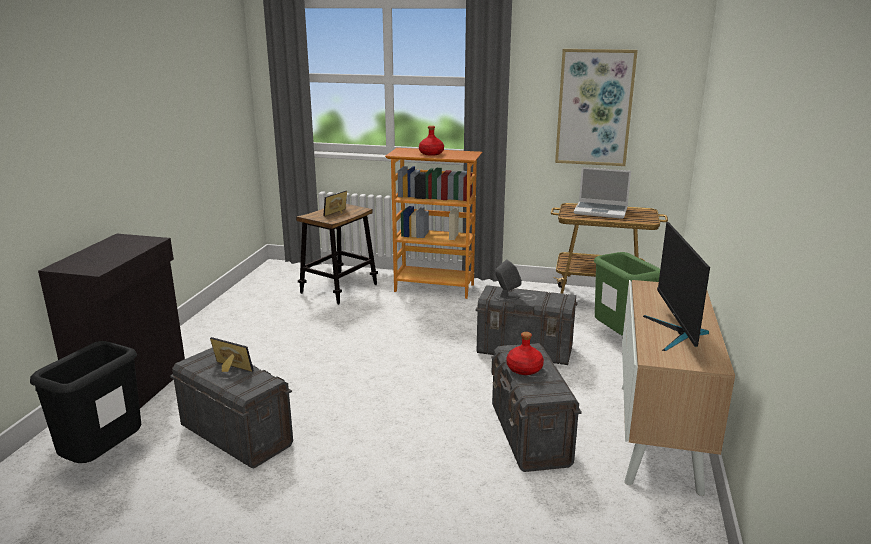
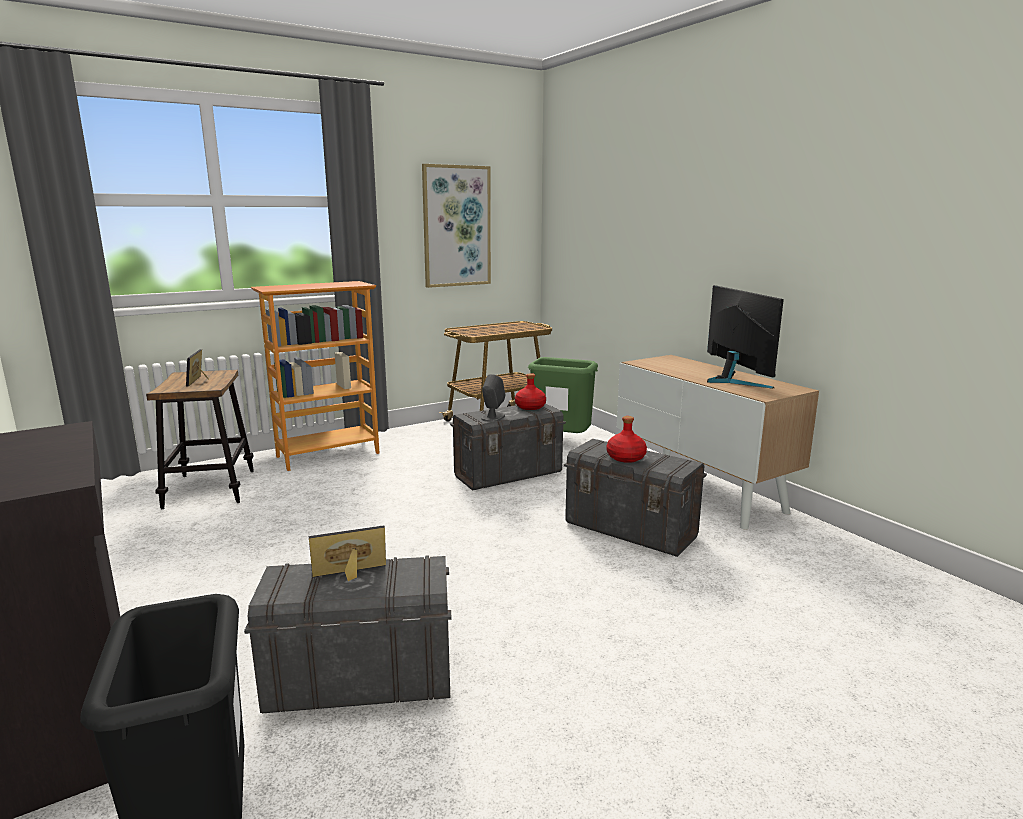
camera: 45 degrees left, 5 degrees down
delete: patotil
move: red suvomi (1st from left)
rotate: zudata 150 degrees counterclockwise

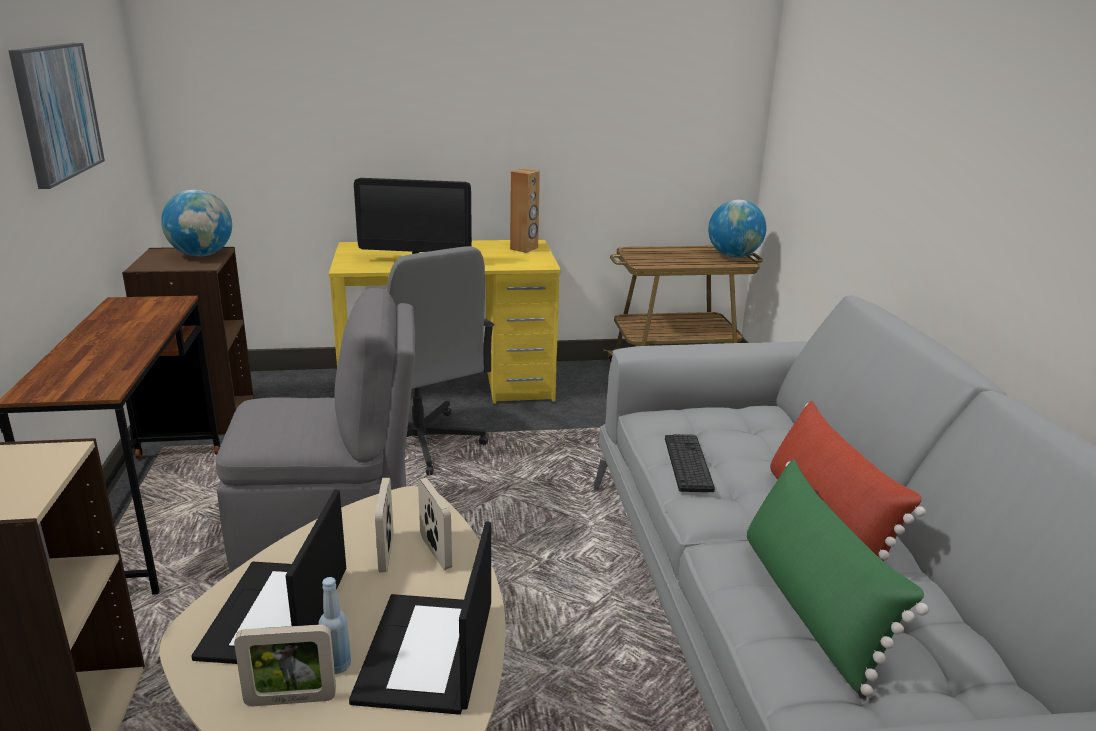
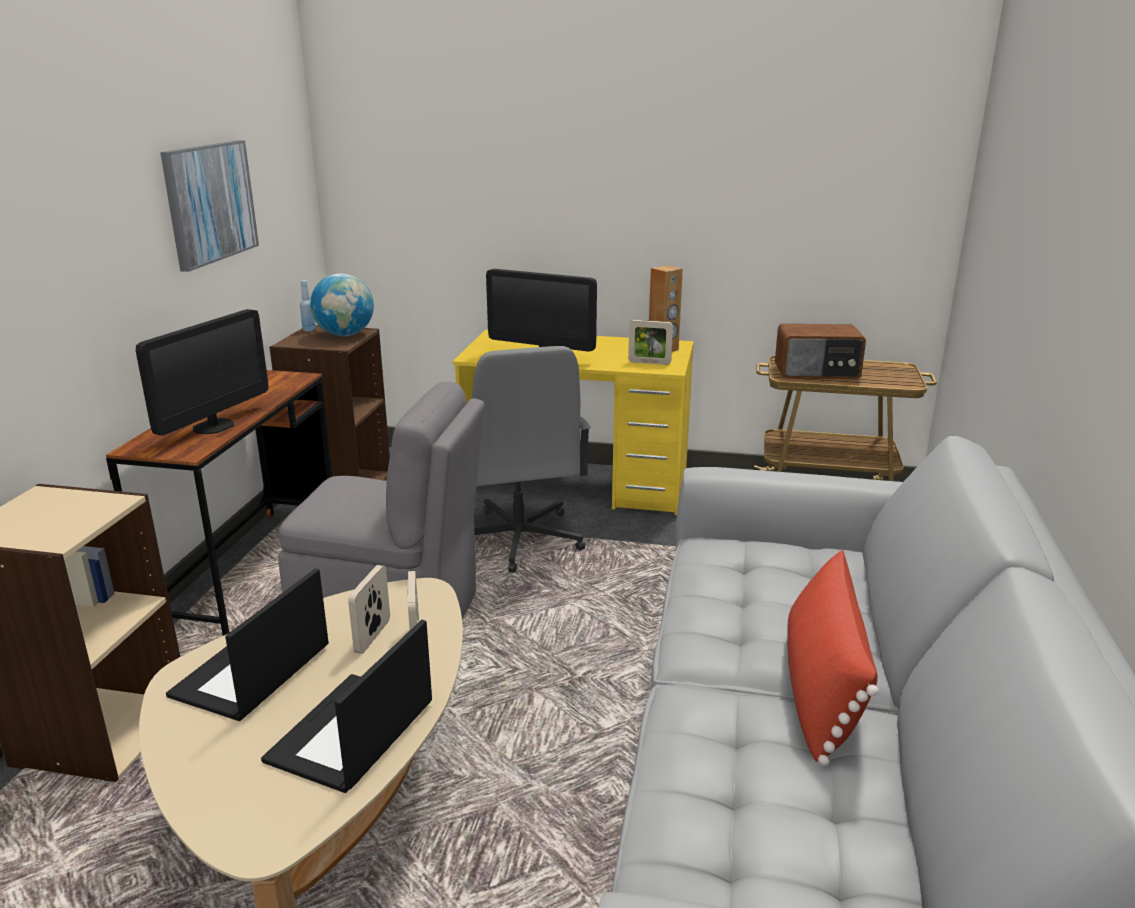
camera: 20 degrees right, 0 degrees up
delete: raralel; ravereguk (2nd from left); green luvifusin
insert: zudata (1st from left); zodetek
move: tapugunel (1st from left in the first image) to tapugunel (3rd from left); blue suvomi

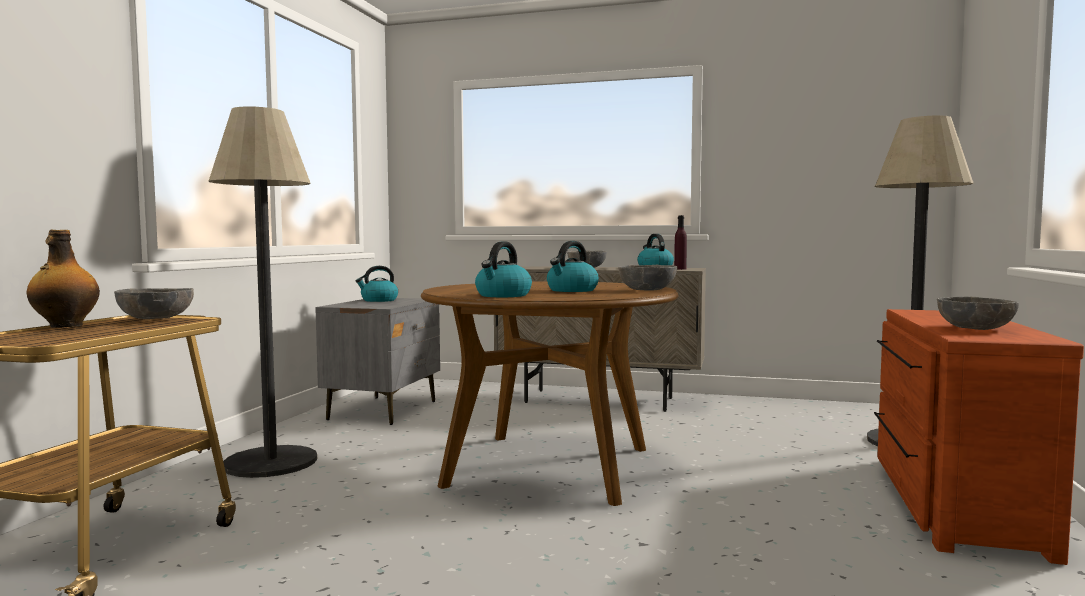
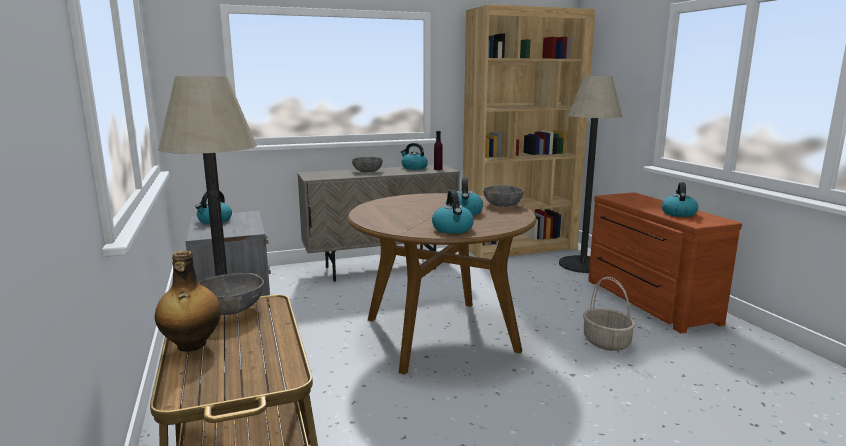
camera: 35 degrees left, 10 degrees up
insert: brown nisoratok; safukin
replace: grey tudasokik (4th from left) to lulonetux (5th from left)

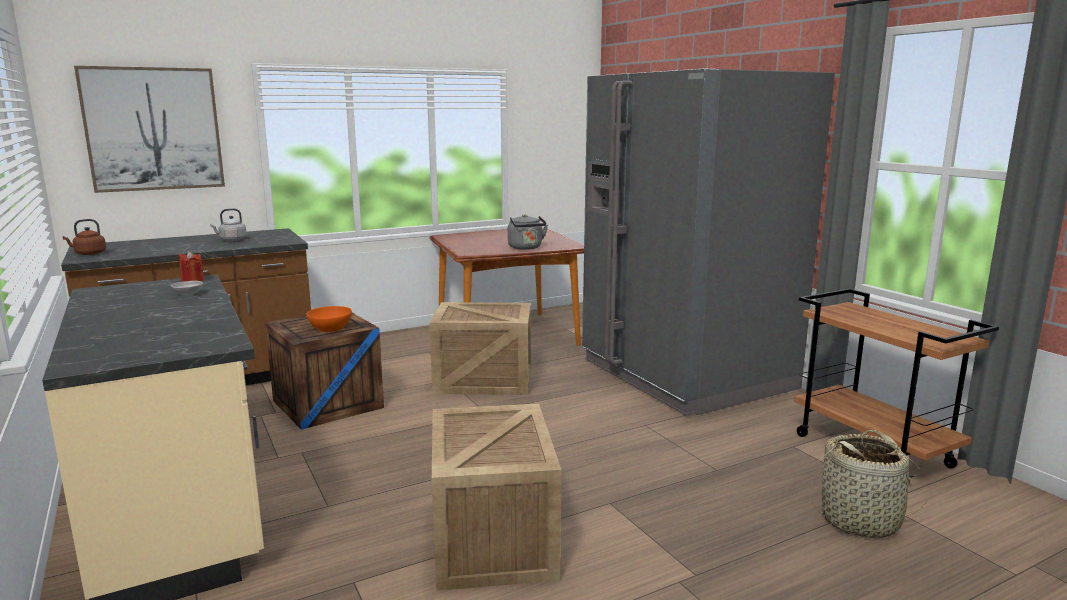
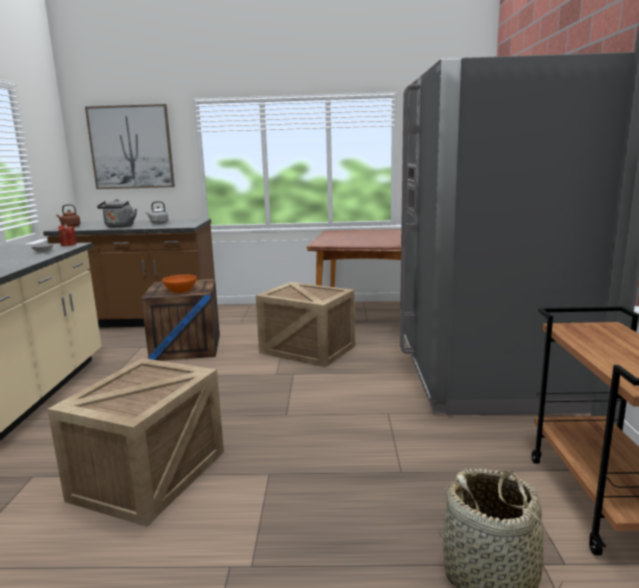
camera: 30 degrees right, 0 degrees up
move: grey lulonetux (2nd from left in the first image) to grey lulonetux (1st from left)

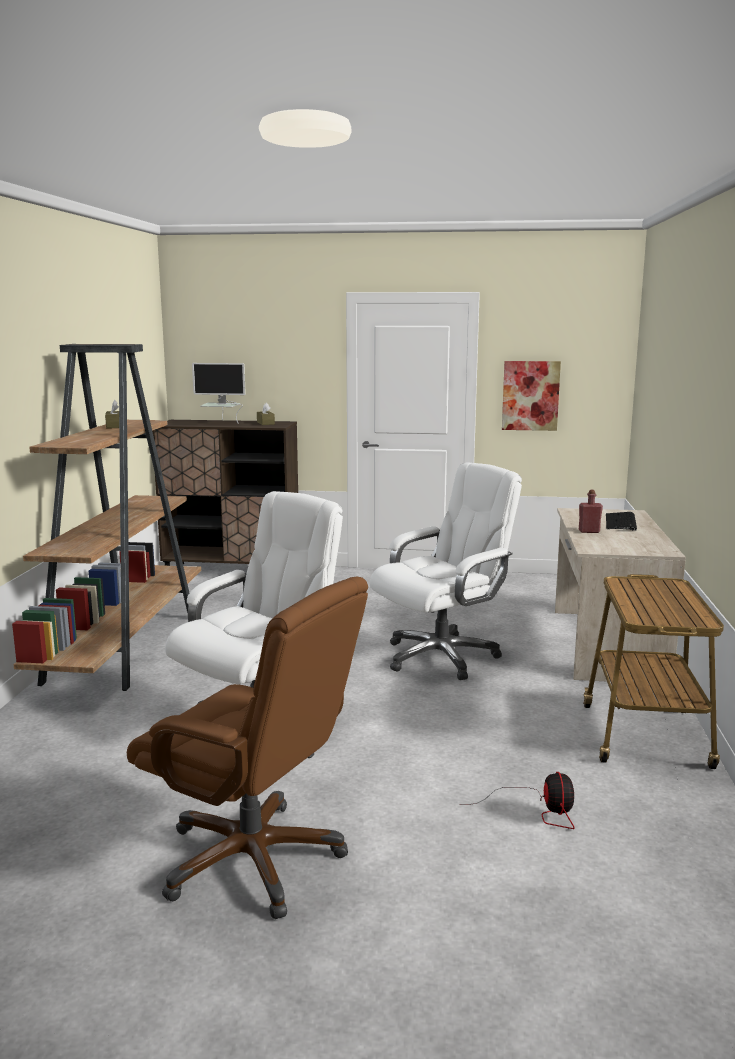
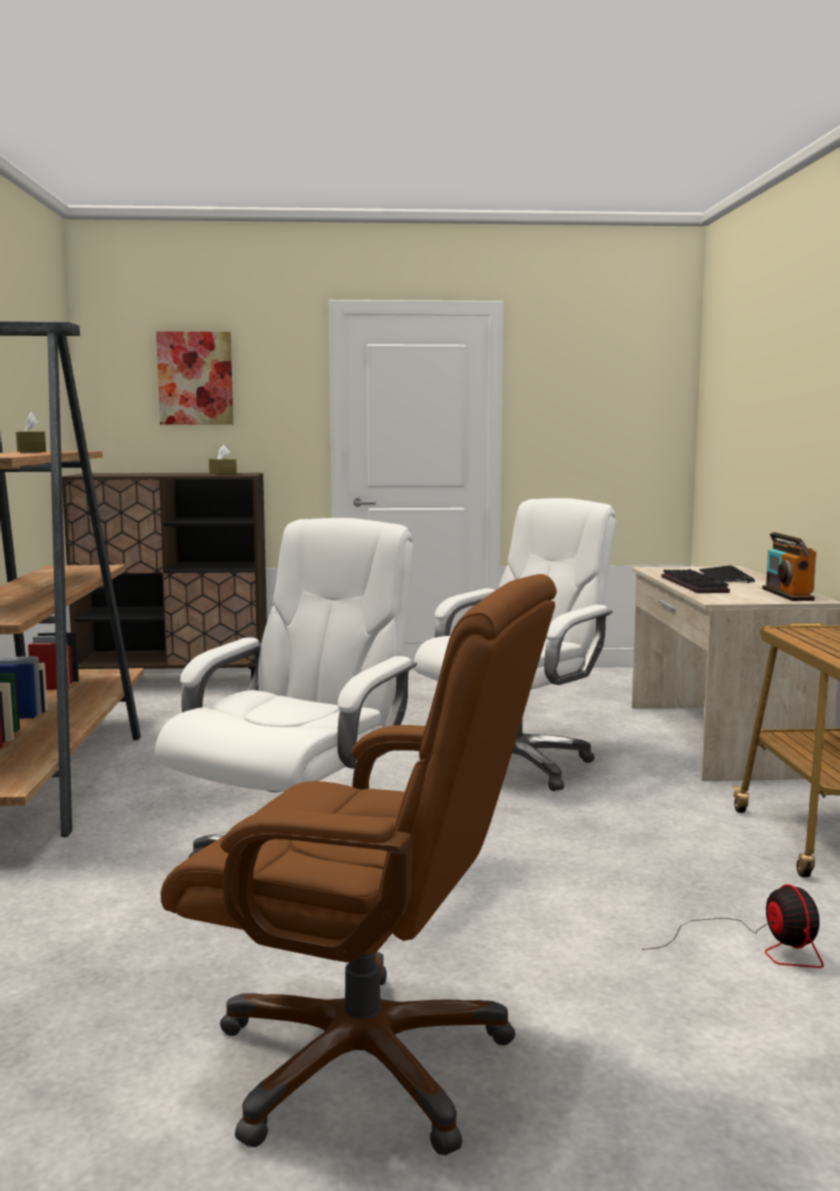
camera: 10 degrees left, 5 degrees down
delete: zudata
insert: zodetek
move: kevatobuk
replace: red suvomi to raralel (1st from left)

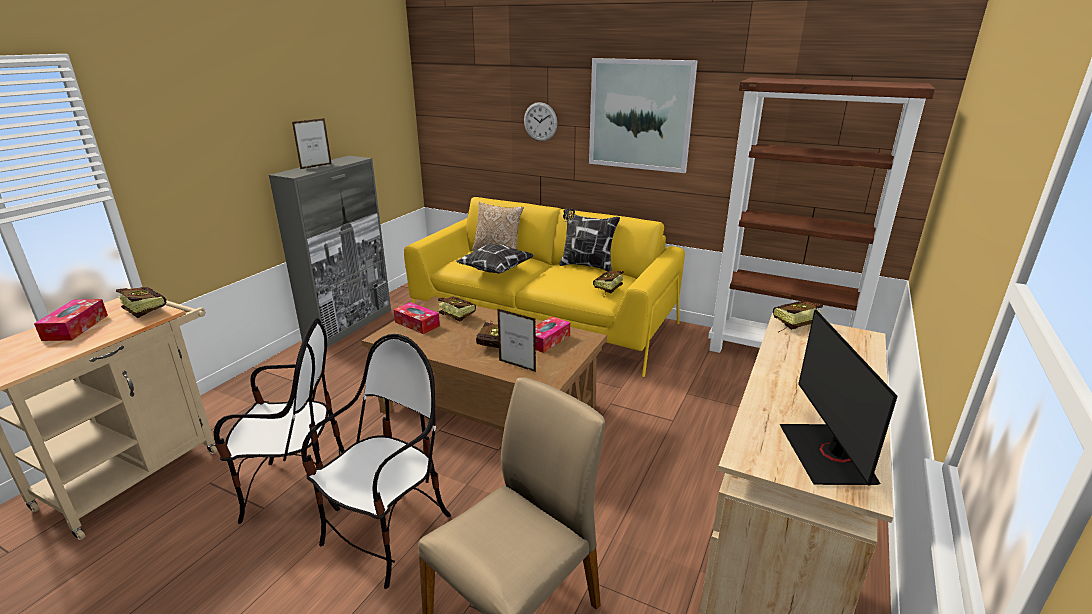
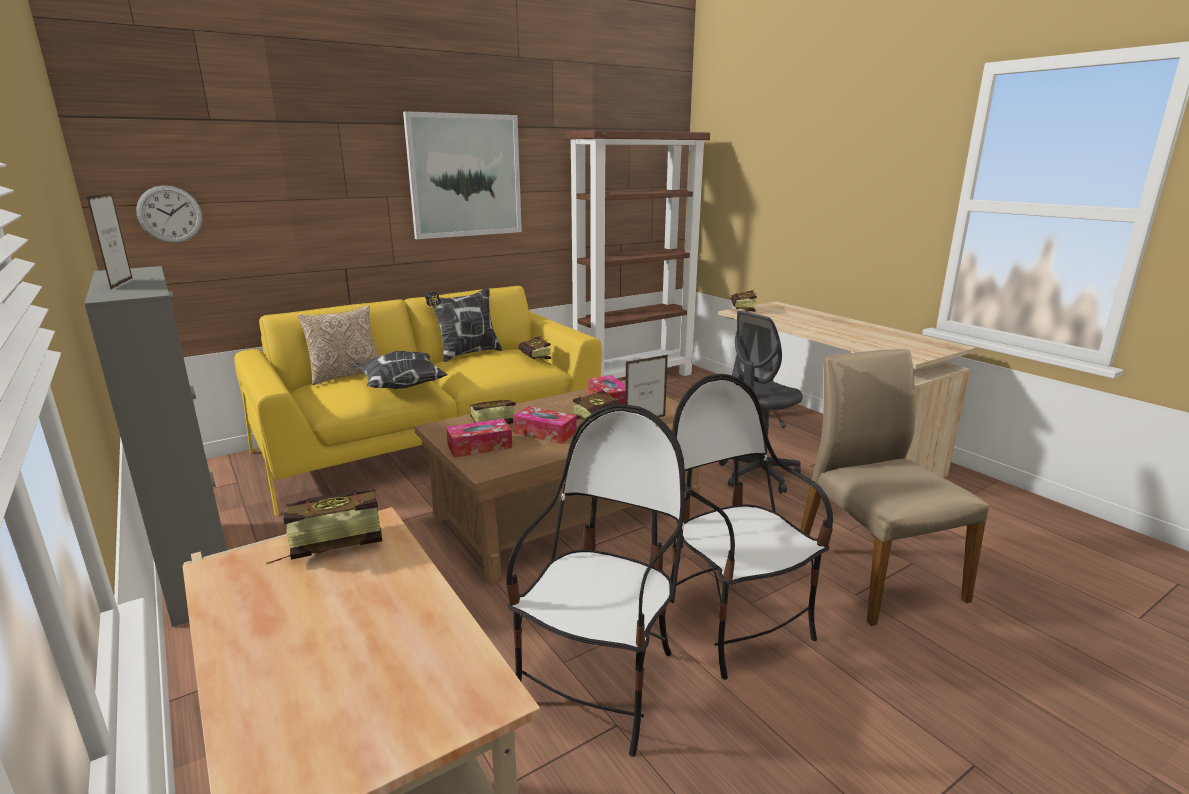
camera: 60 degrees left, 5 degrees down
delete: zudata
insert: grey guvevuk
move: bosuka (1st from left in the first image) to bosuka (2nd from left); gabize

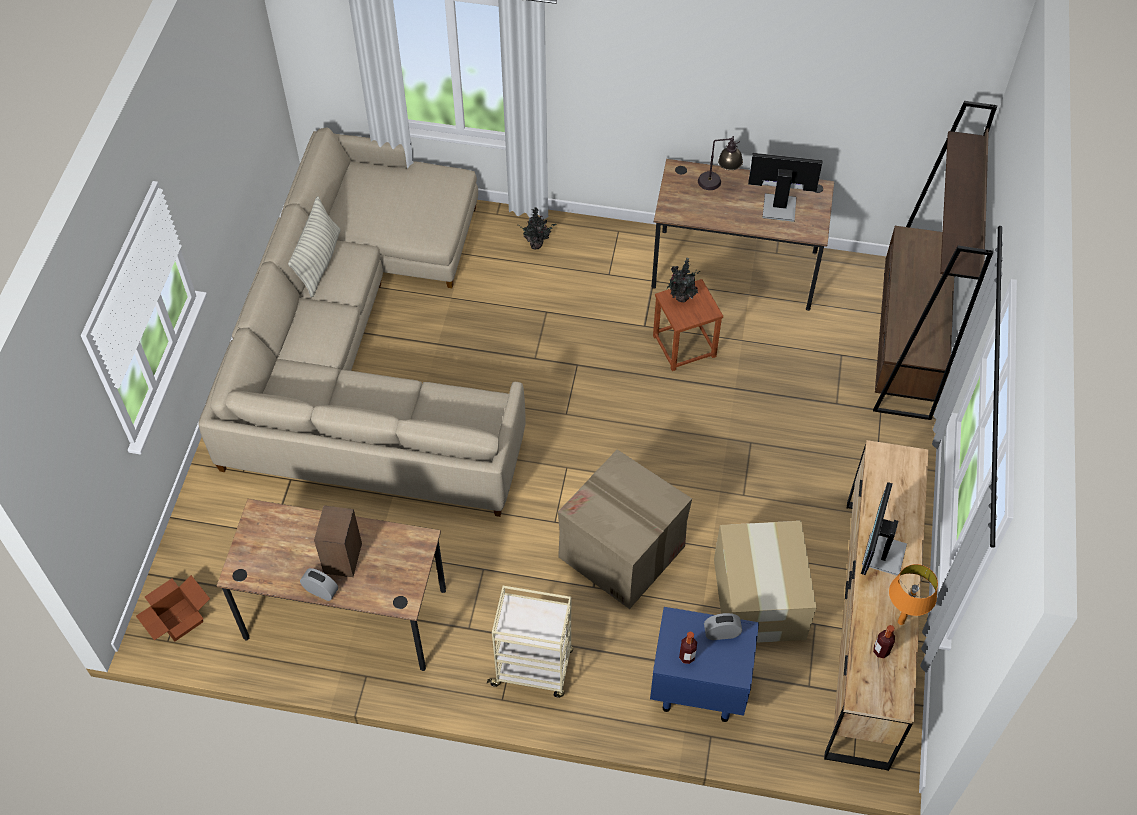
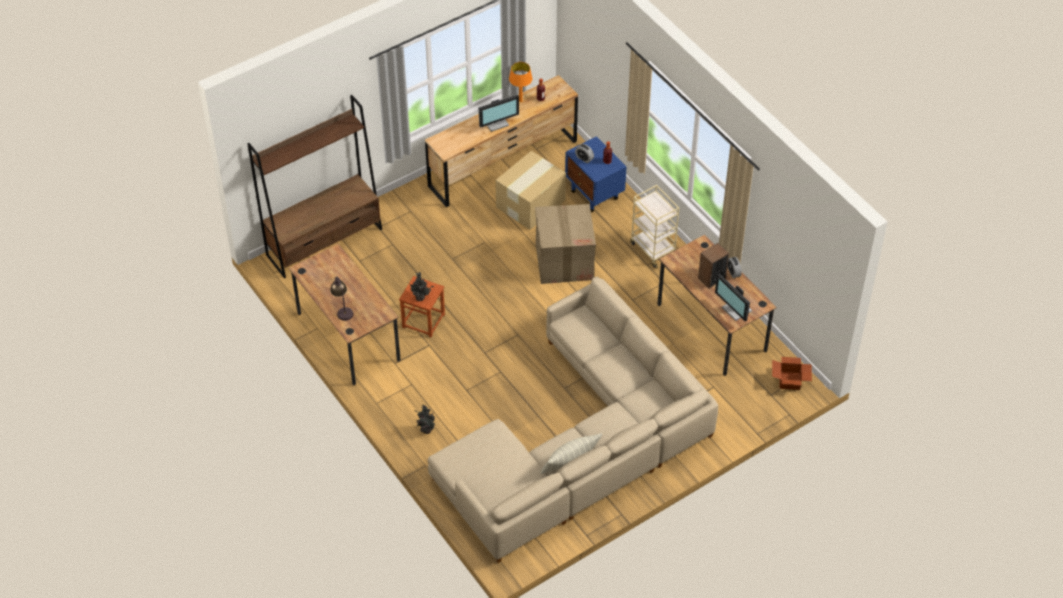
camera: 135 degrees left, 5 degrees down
move: zudata (1st from left in the first image) to zudata (2nd from left)

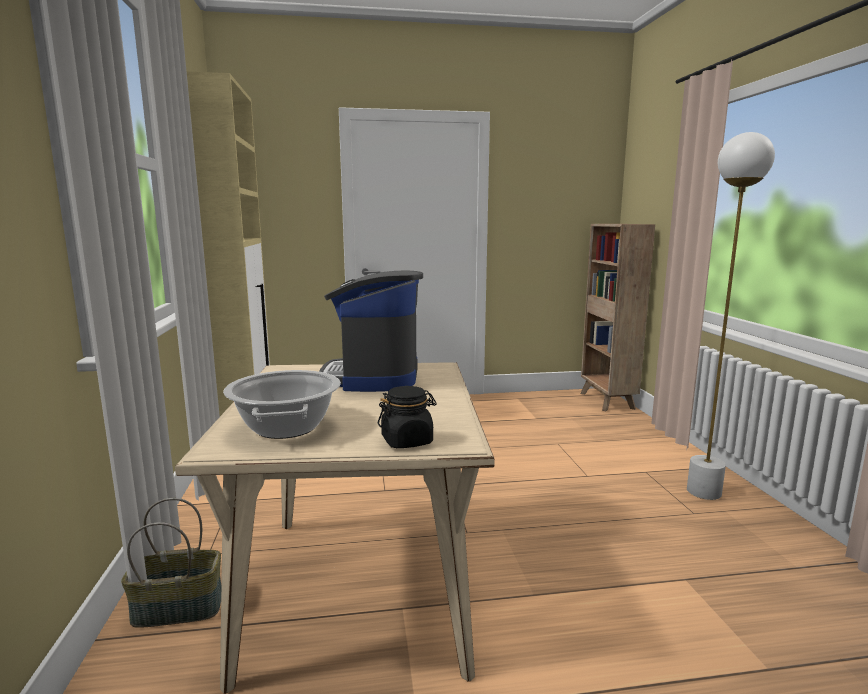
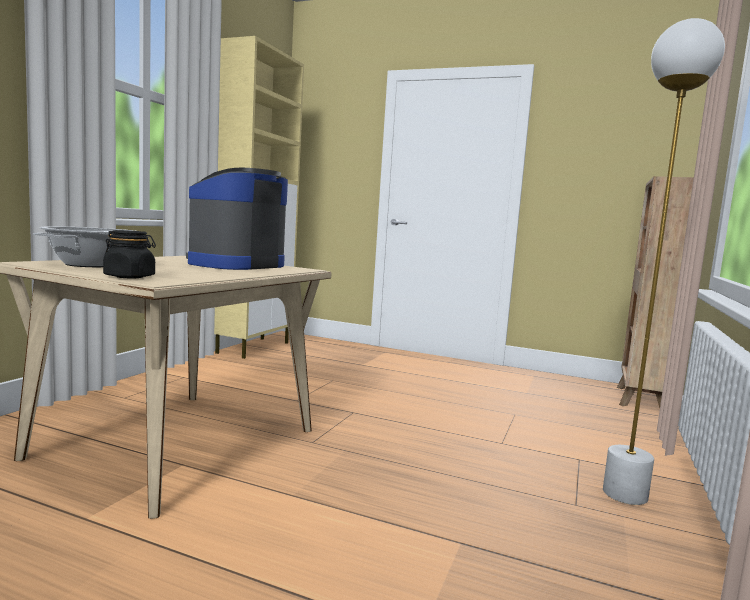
camera: 30 degrees right, 5 degrees down
delete: safukin

